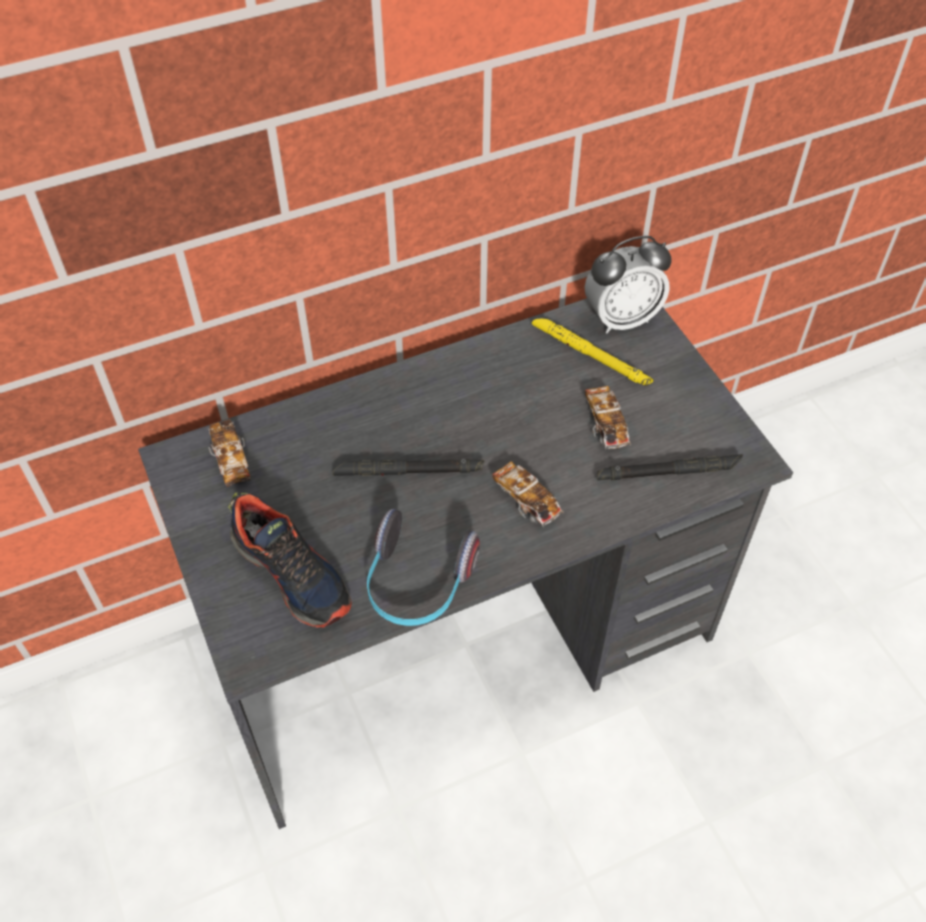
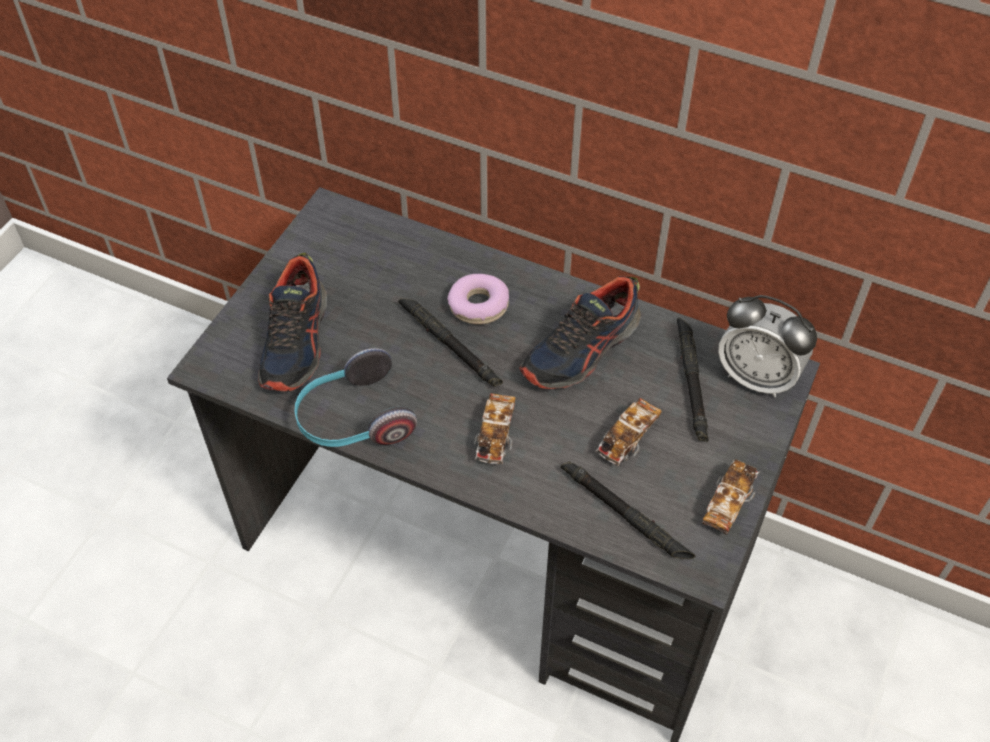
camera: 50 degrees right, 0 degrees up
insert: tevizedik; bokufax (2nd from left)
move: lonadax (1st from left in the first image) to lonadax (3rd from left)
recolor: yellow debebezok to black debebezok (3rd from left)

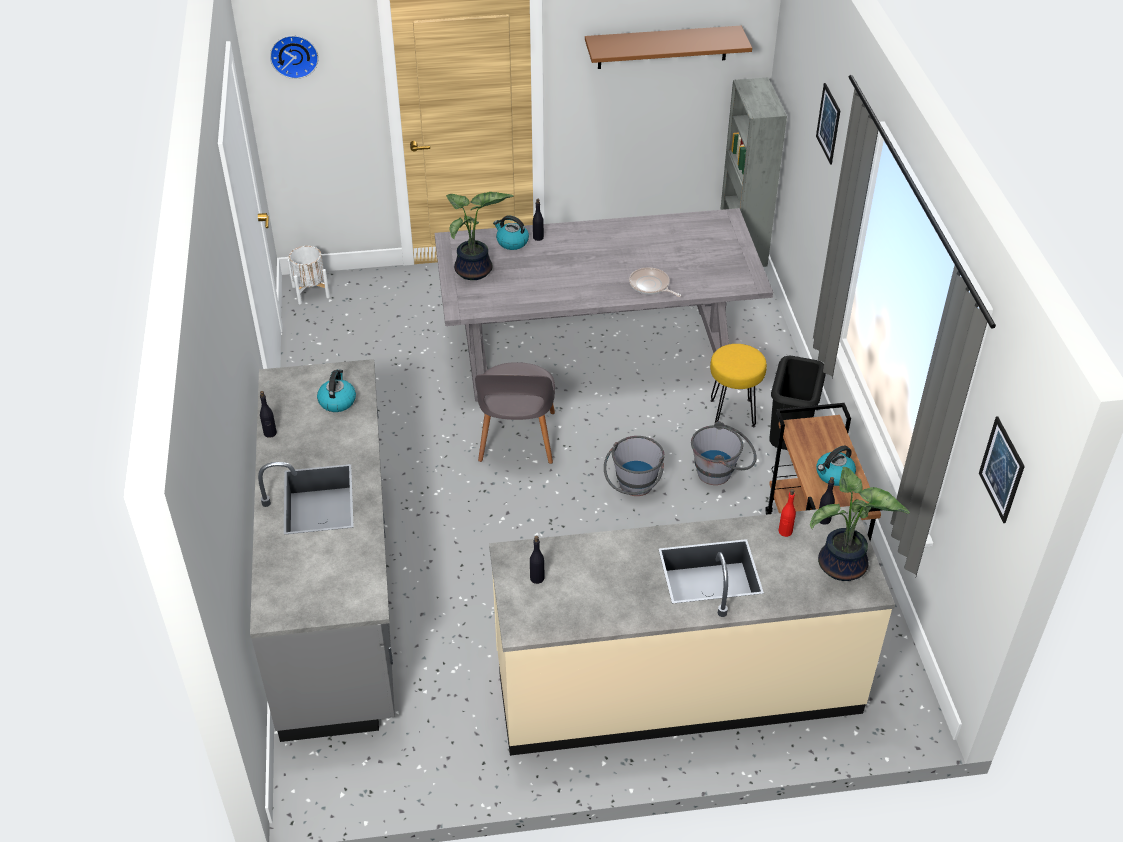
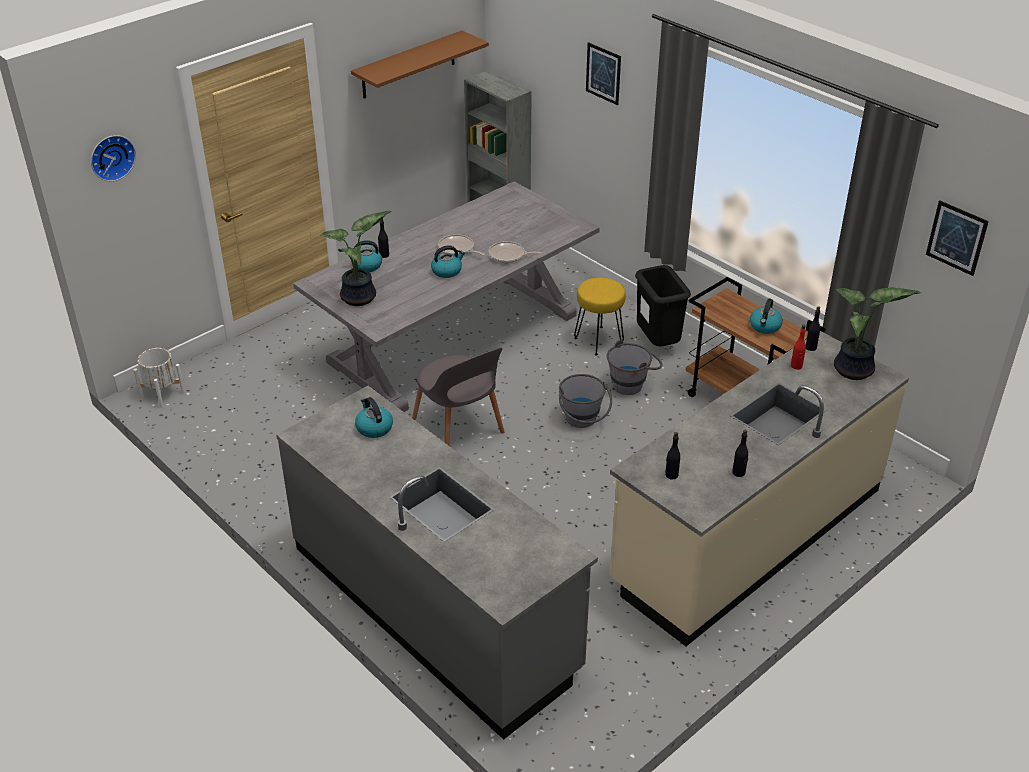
camera: 35 degrees left, 5 degrees down
insert: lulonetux (3rd from left); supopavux (1st from left)
move: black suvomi (1st from left in the first image) to black suvomi (3rd from left)

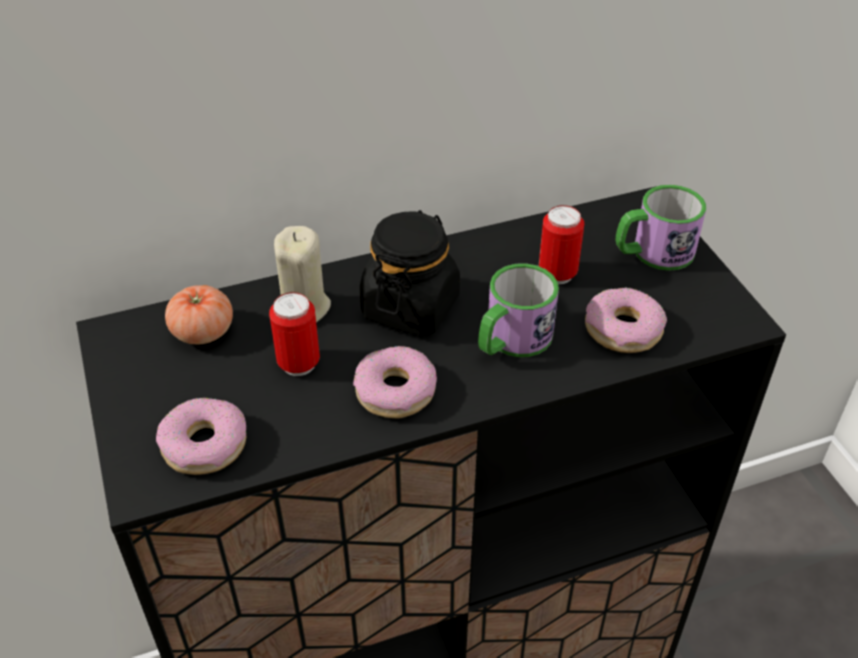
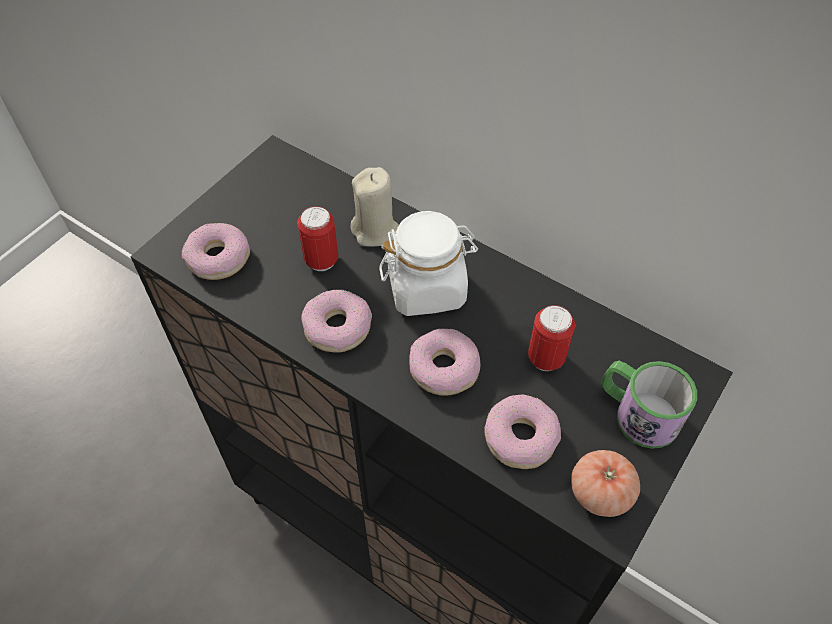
camera: 55 degrees right, 10 degrees up
move: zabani
replace: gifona (1st from left) to tevizedik (3rd from left)
recolor: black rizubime to white rizubime

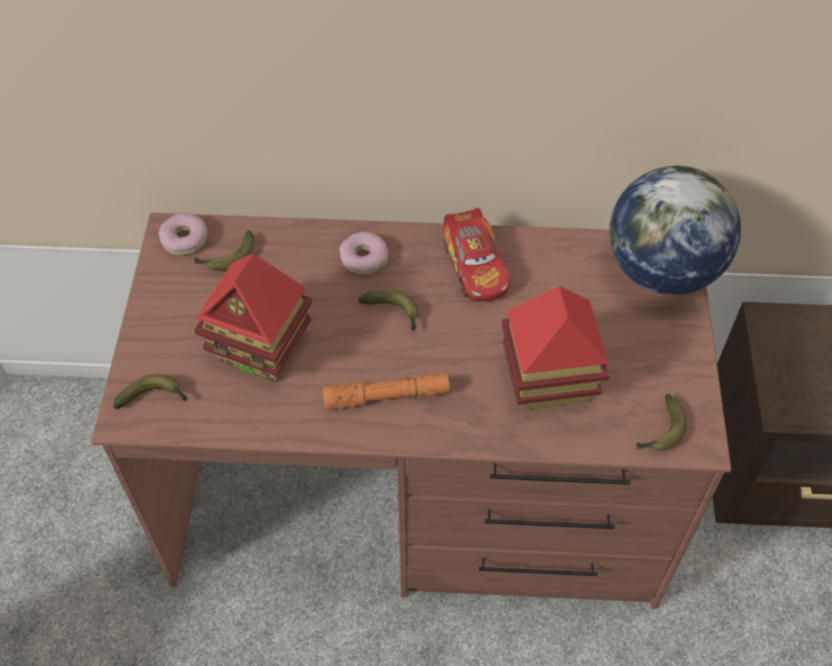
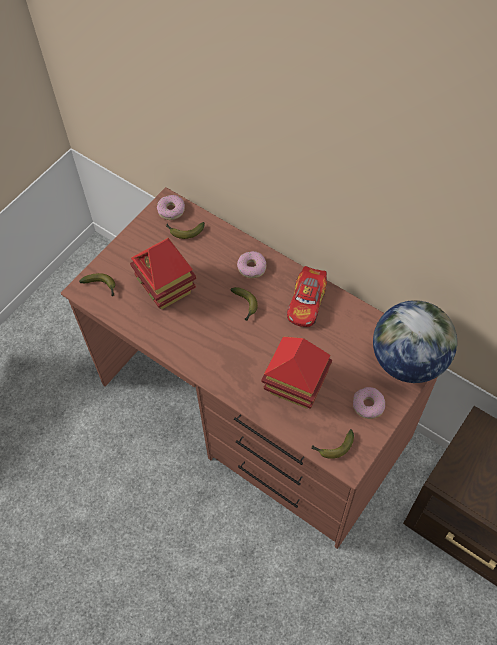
camera: 35 degrees right, 5 degrees up
delete: orange debebezok
insert: tevizedik (3rd from left)

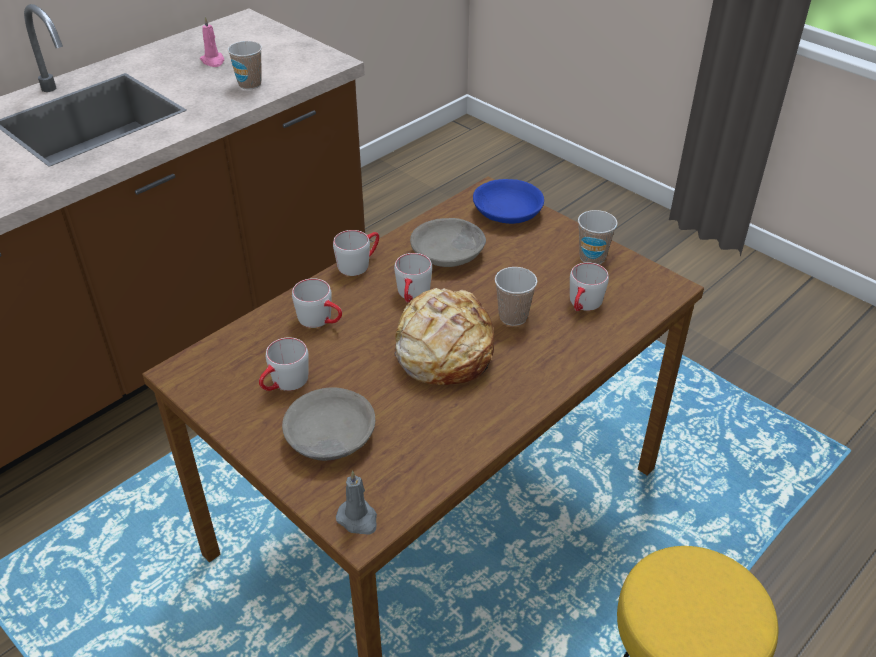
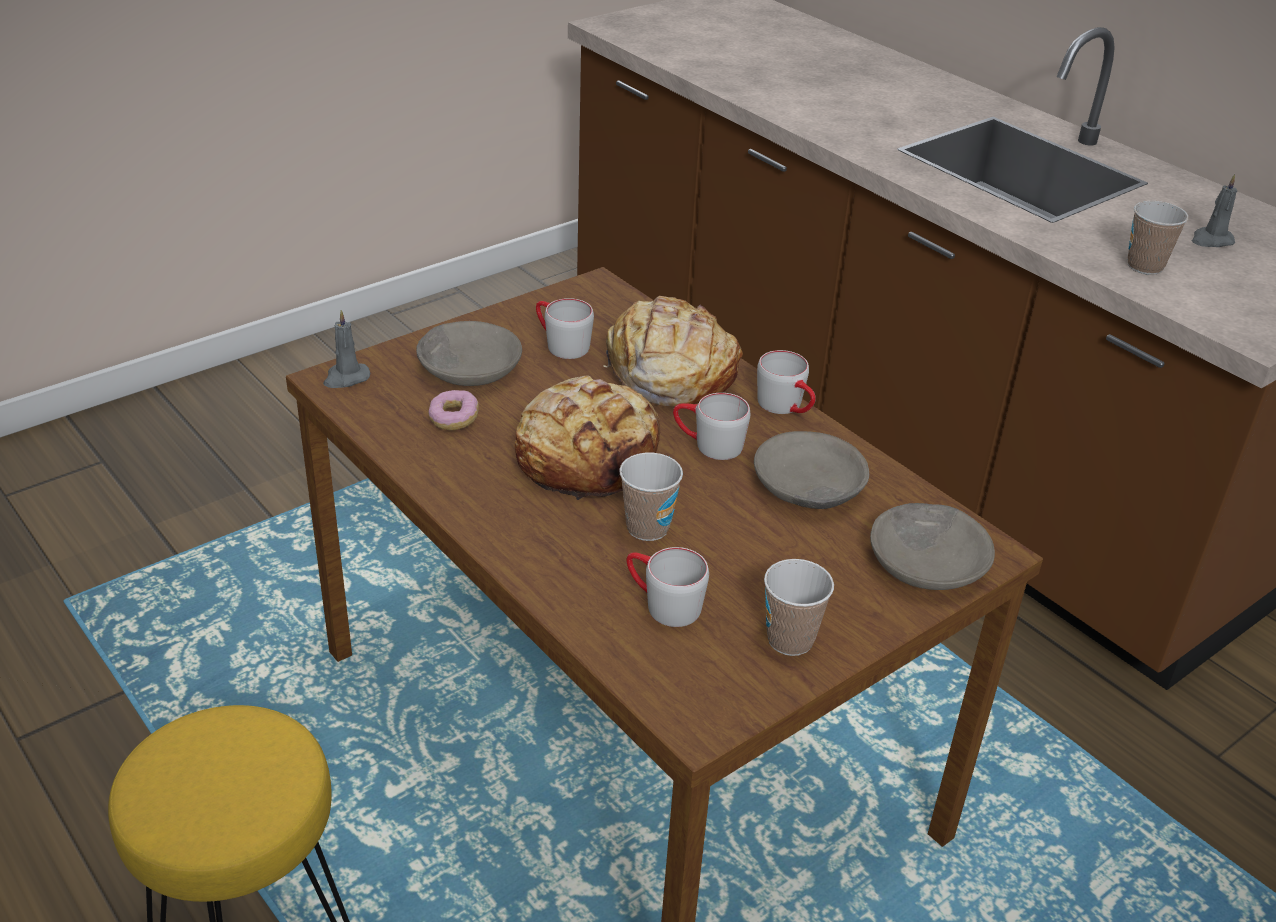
camera: 95 degrees right, 5 degrees down
insert: tevizedik
replace: grey gifona (2nd from left) to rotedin (2nd from left)
recolor: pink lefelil to grey lefelil (2nd from left); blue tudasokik to grey tudasokik (3rd from left)

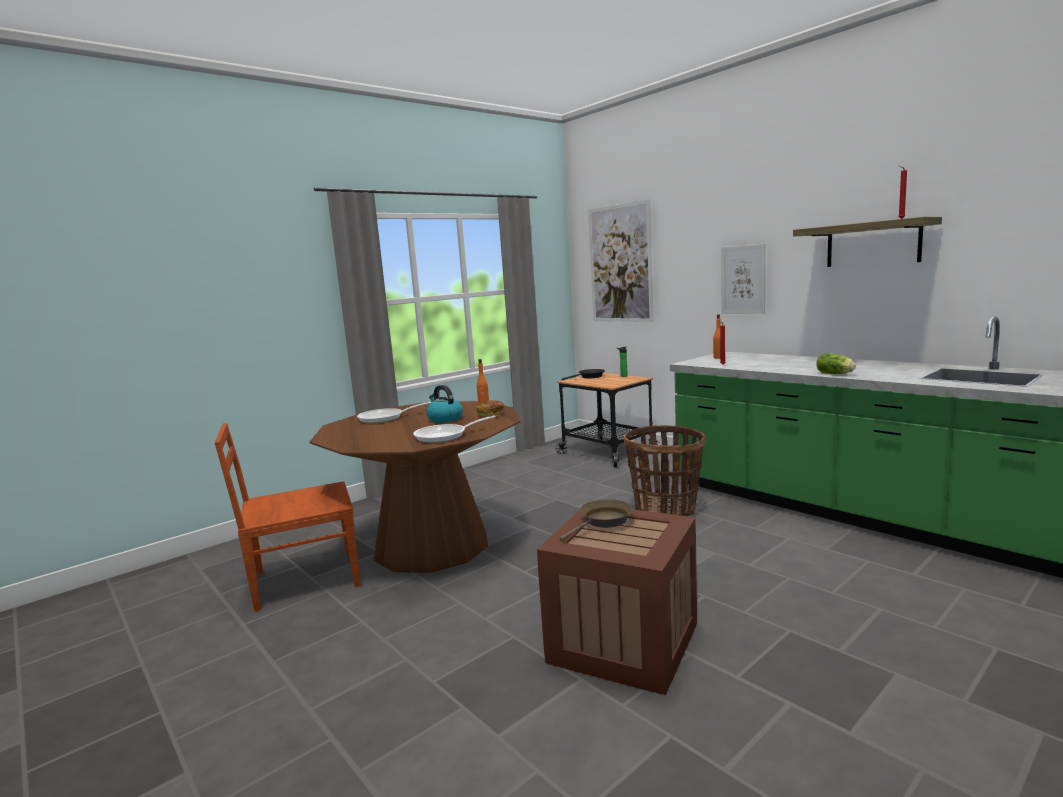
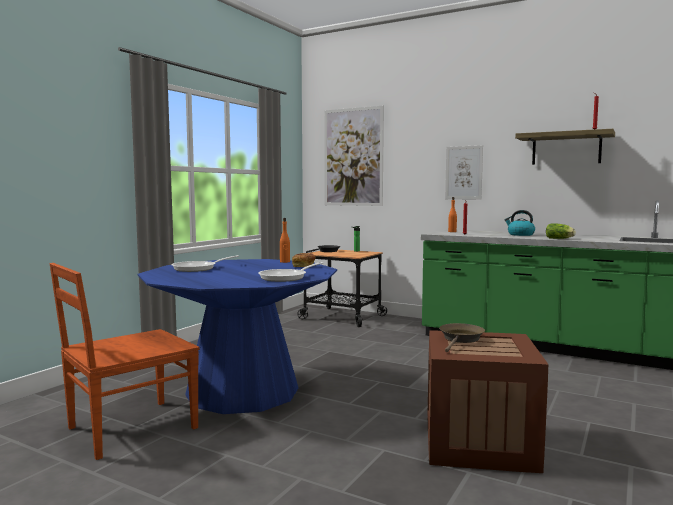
camera: 20 degrees left, 5 degrees down
delete: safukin
move: lulonetux
recolor: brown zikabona to blue zikabona

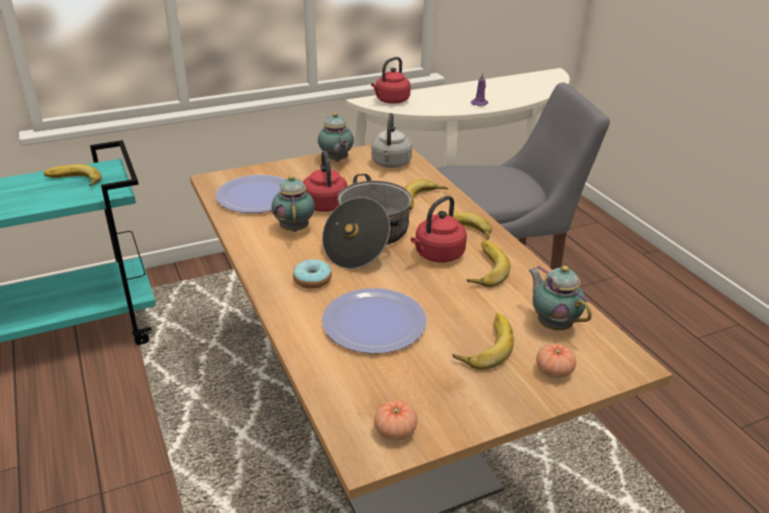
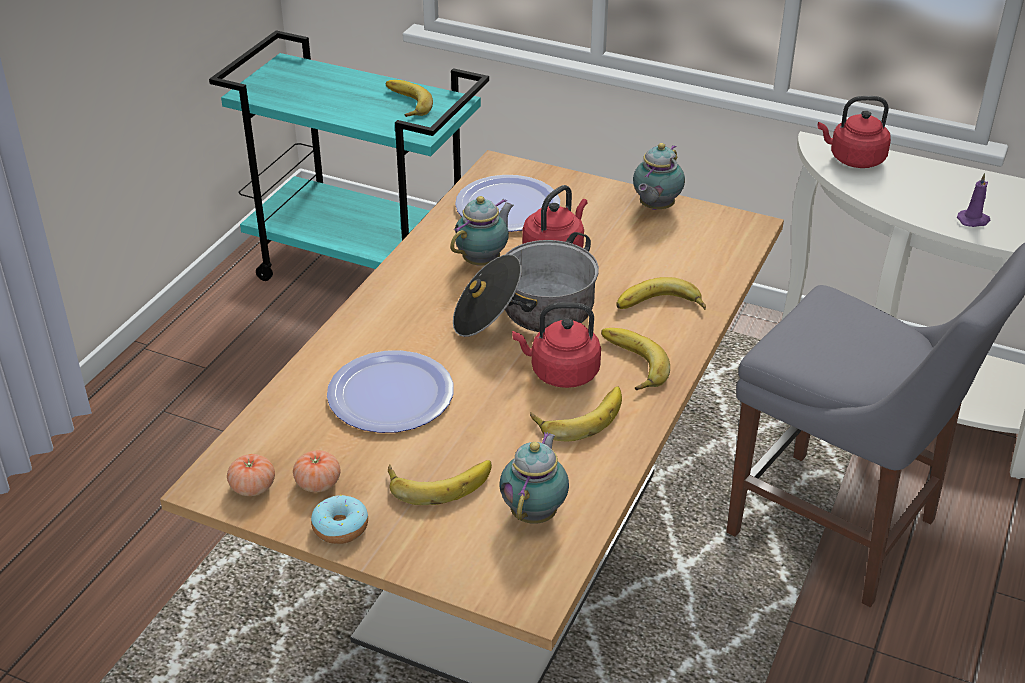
camera: 50 degrees right, 5 degrees up
delete: grey lulonetux
move: tevizedik; zabani (2nd from left)

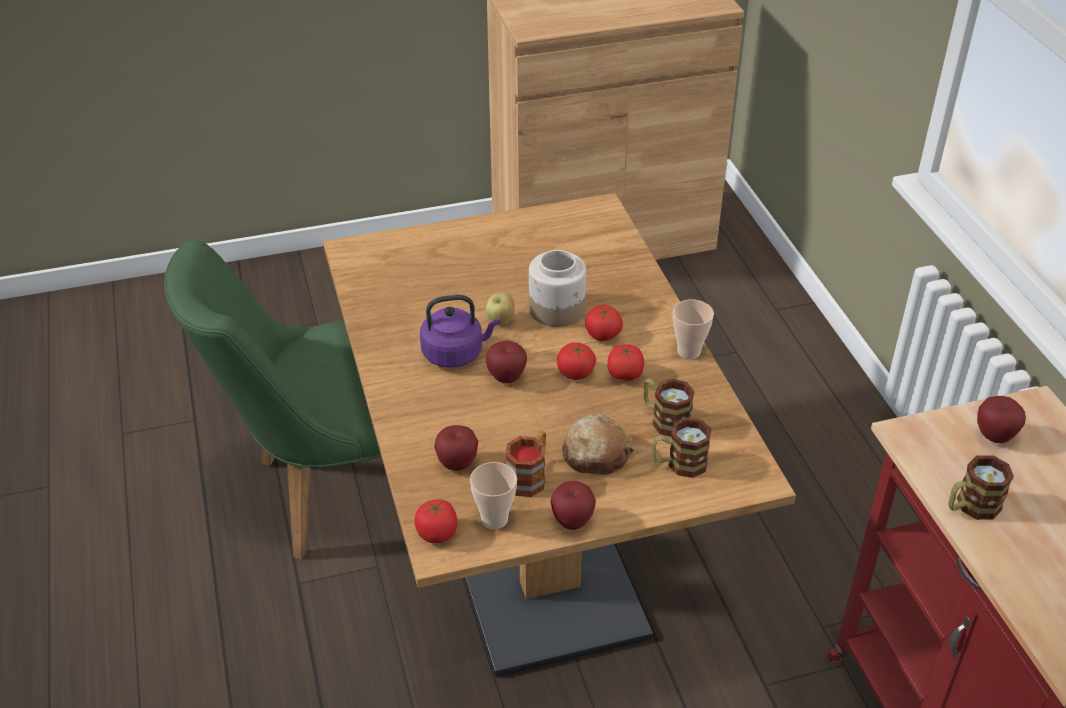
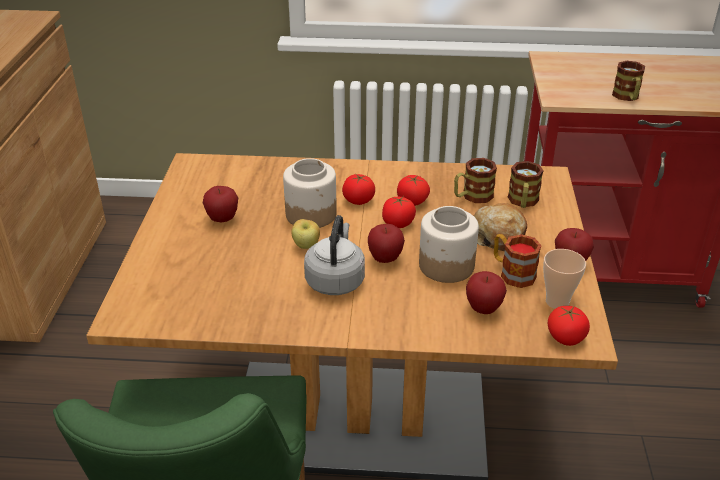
camera: 70 degrees left, 5 degrees down
delete: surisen (2nd from left)
insert: rizubime (2nd from left)
move: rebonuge (5th from left in the first image) to rebonuge (1st from left)
recolor: purple lulonetux to grey lulonetux

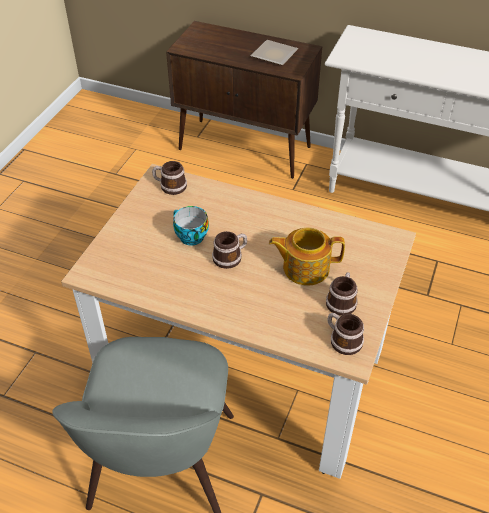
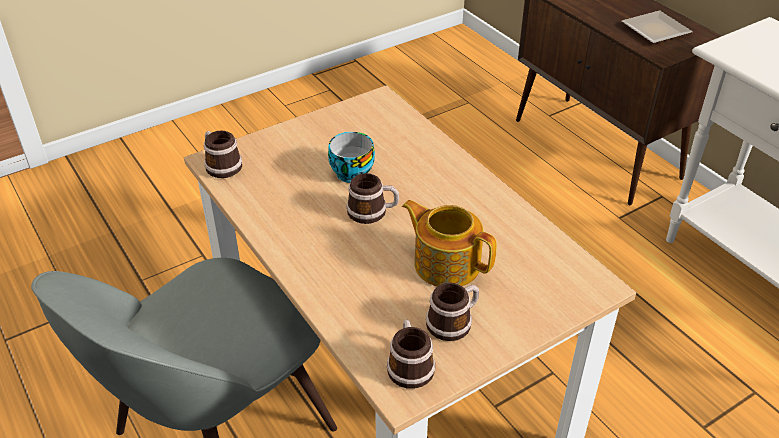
camera: 35 degrees right, 5 degrees down
move: gifona (1st from left)

